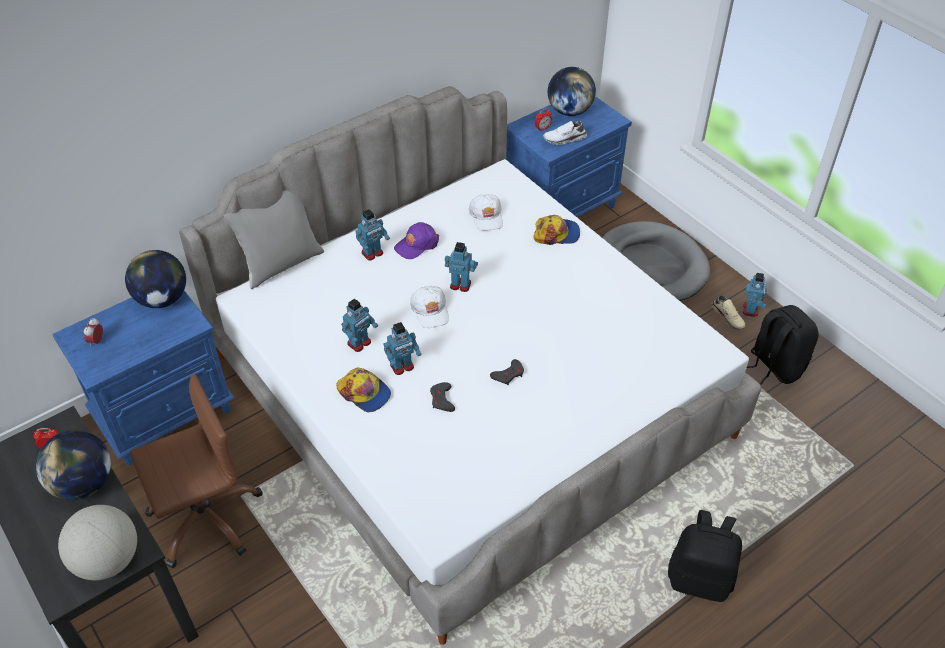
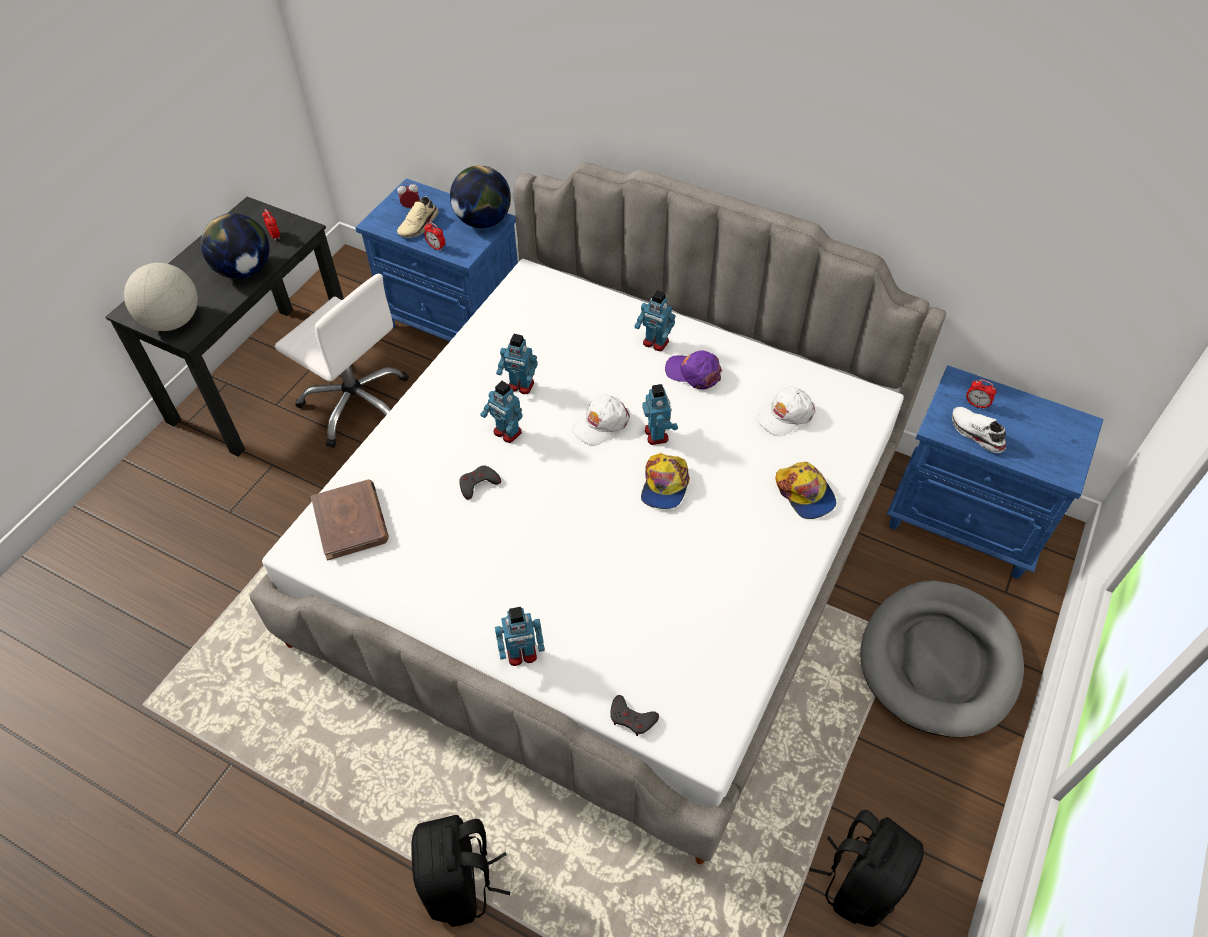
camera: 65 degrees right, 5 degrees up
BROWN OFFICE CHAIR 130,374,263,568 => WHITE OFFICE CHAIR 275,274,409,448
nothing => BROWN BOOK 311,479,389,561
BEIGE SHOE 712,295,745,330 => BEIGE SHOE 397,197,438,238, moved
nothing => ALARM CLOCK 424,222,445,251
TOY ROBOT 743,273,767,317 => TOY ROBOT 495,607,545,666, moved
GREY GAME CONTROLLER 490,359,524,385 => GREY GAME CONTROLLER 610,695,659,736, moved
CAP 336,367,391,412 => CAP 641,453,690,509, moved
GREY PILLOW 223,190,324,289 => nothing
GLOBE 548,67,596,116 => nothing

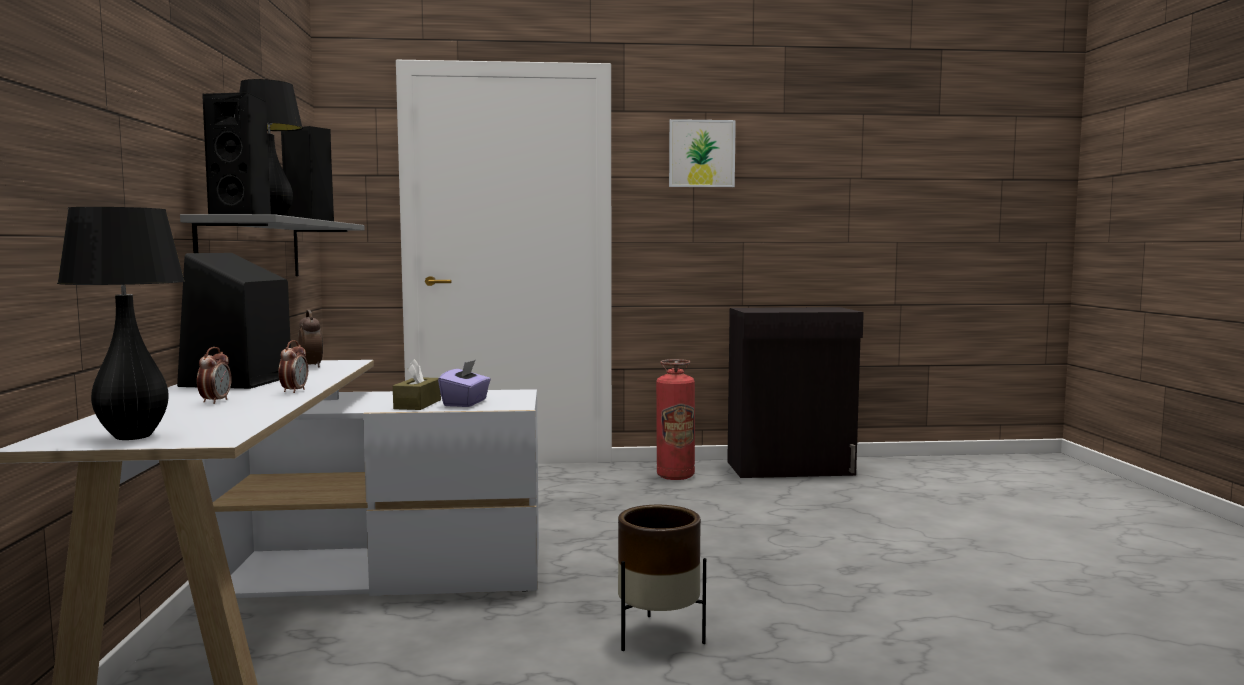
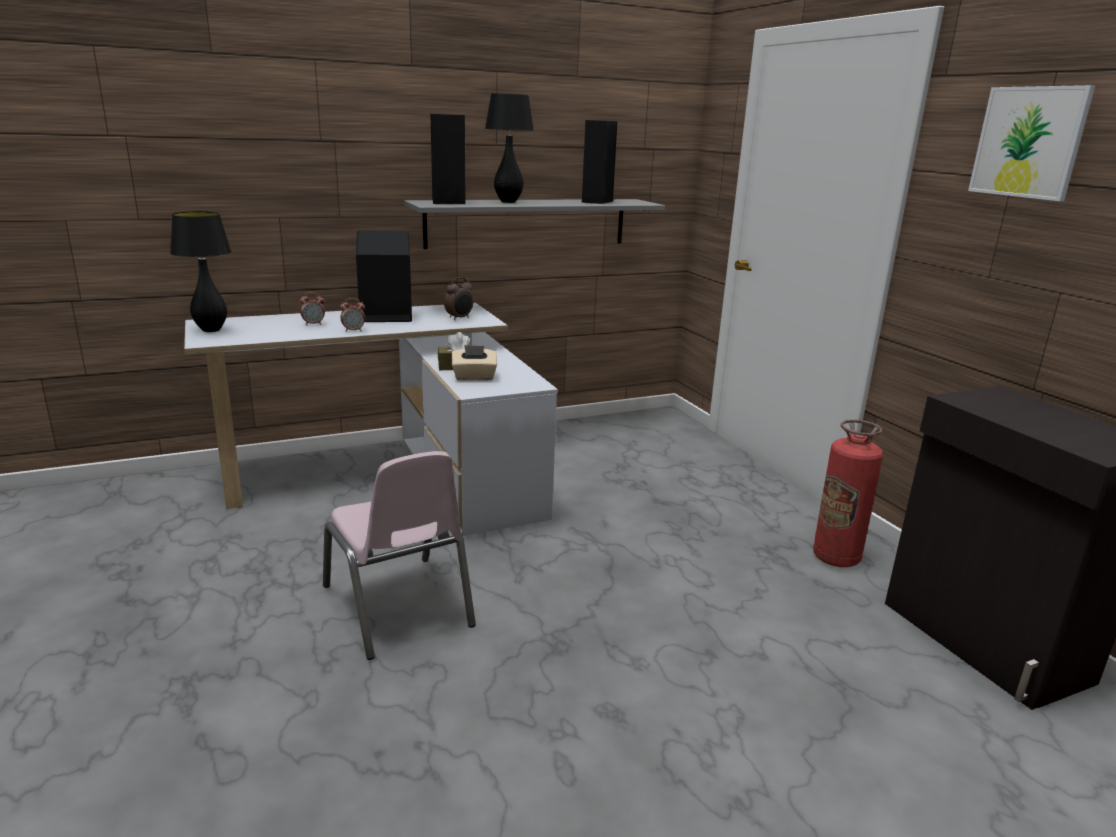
camera: 70 degrees right, 15 degrees up
BROWN PLANTER 618,505,706,651 => PINK CHAIR 323,451,476,660
PURPLE TISSUE BOX 438,360,491,407 => BEIGE TISSUE BOX 452,345,497,381

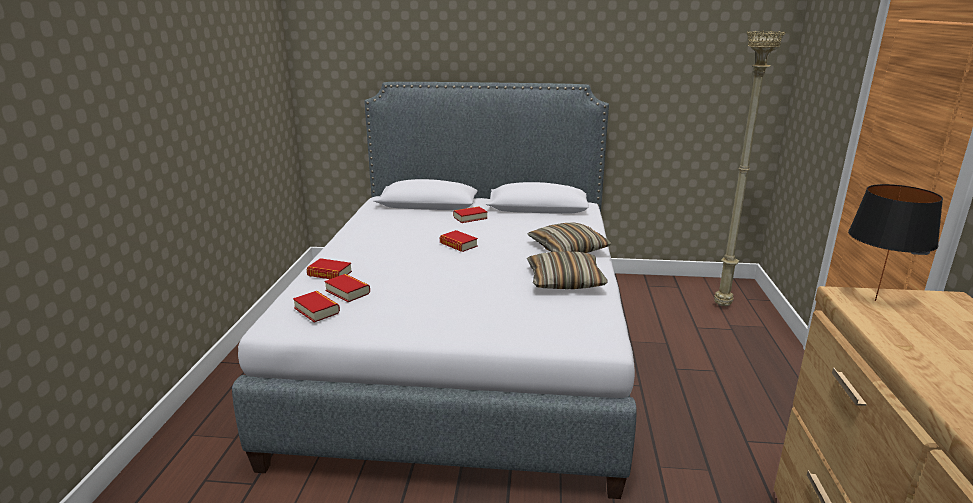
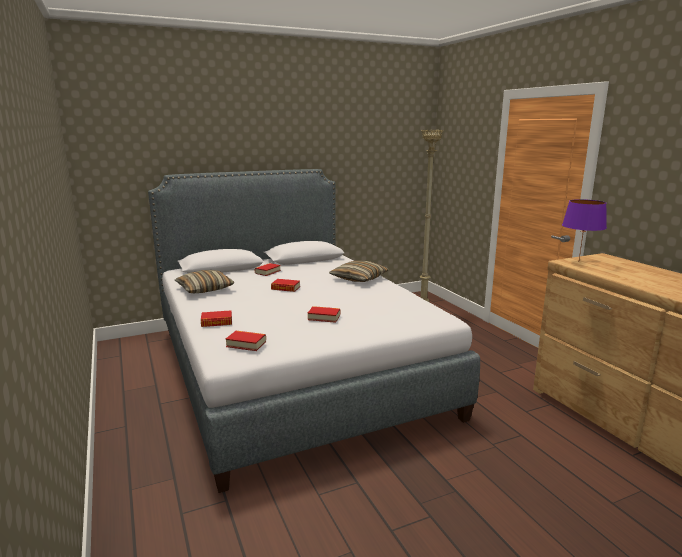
camera: 30 degrees left, 5 degrees down
PILLOW 527,251,608,289 => PILLOW 175,270,235,293, moved
BOOK 324,274,370,302 => BOOK 308,306,340,323, moved
BLACK TABLE LAMP 848,184,943,301 => PURPLE TABLE LAMP 562,199,607,260

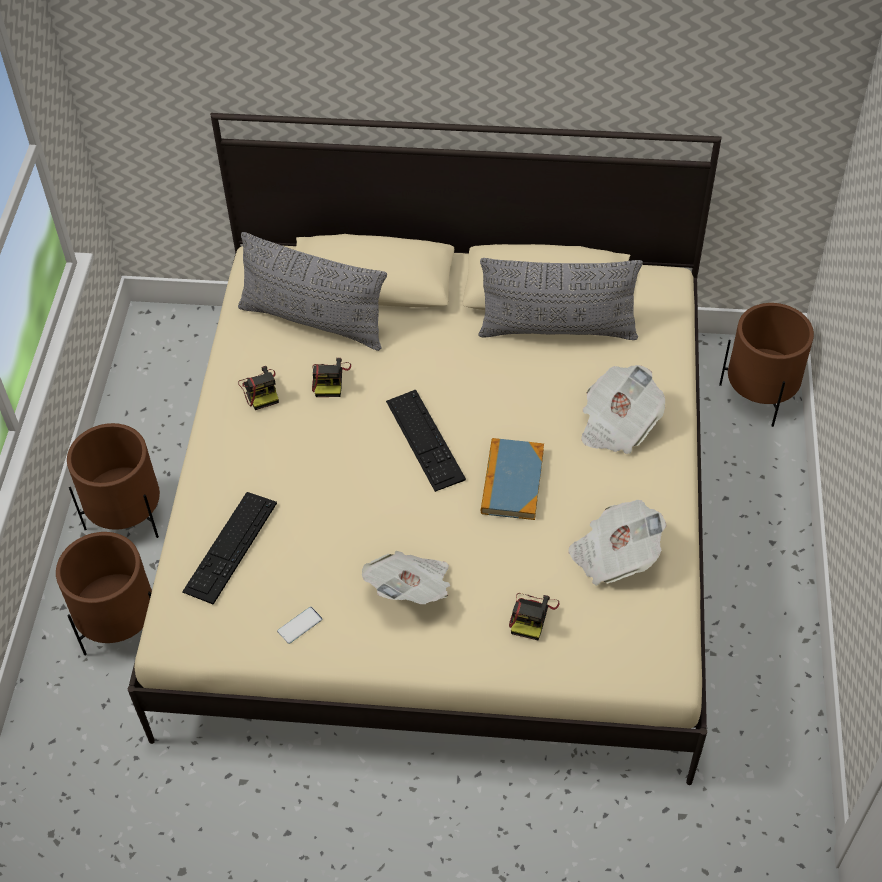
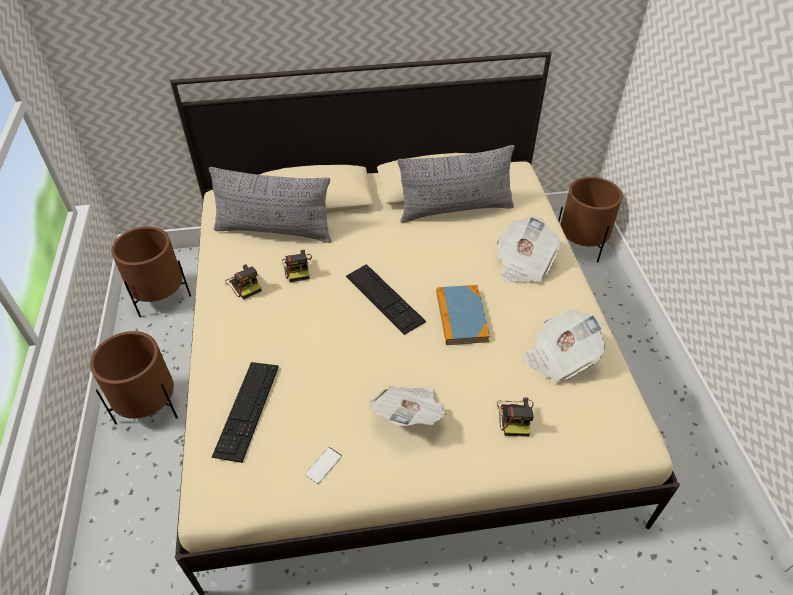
camera: 15 degrees left, 5 degrees down
BROWN PLANTER 56,532,152,656 => BROWN PLANTER 111,226,191,317, moved

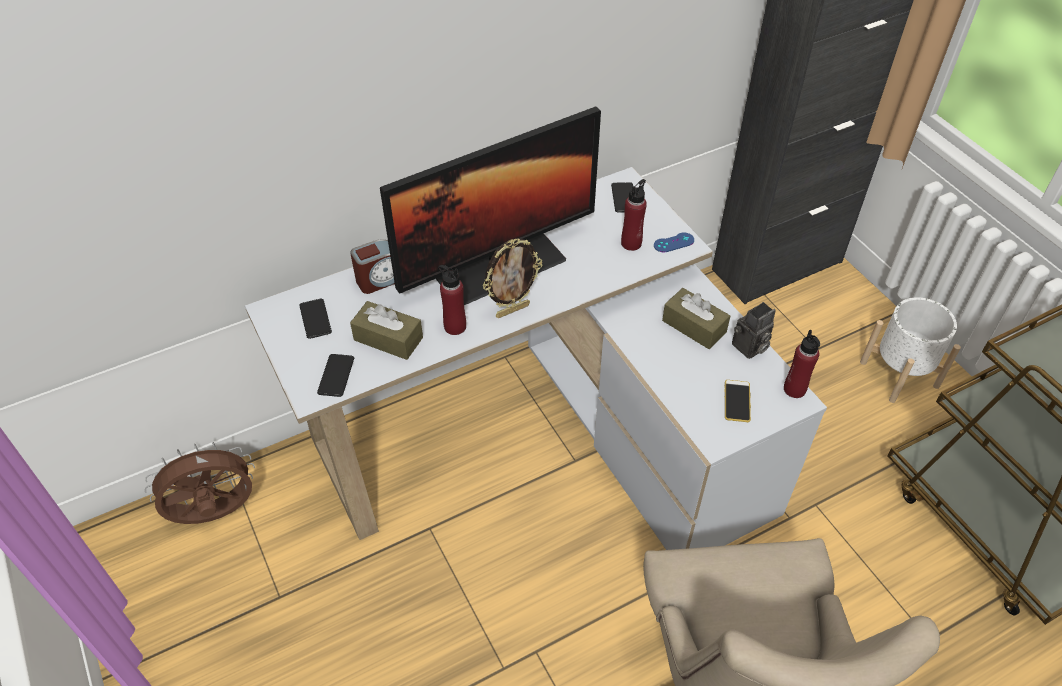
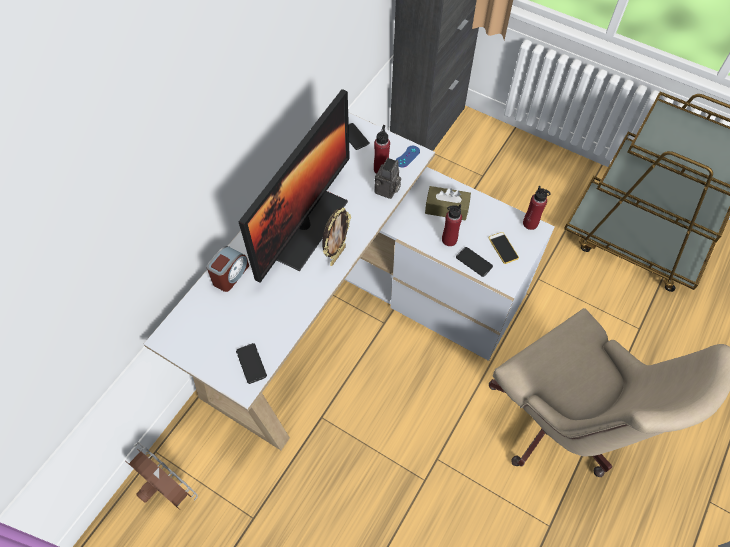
camera: 30 degrees left, 10 degrees up
BROWN FAN 145,442,255,524 => BROWN FAN 126,442,198,510, 90 degrees clockwise
PHOTO CAMERA 732,302,776,359 => PHOTO CAMERA 374,158,401,199, moved
RED BOTTLE 438,265,466,335 => RED BOTTLE 442,204,462,246, moved
PHONE 299,299,332,339 => PHONE 456,247,493,277, moved
BROWN TISSUE BOX 350,301,423,360 => nothing
WHITE PLANTER 860,297,961,403 => nothing

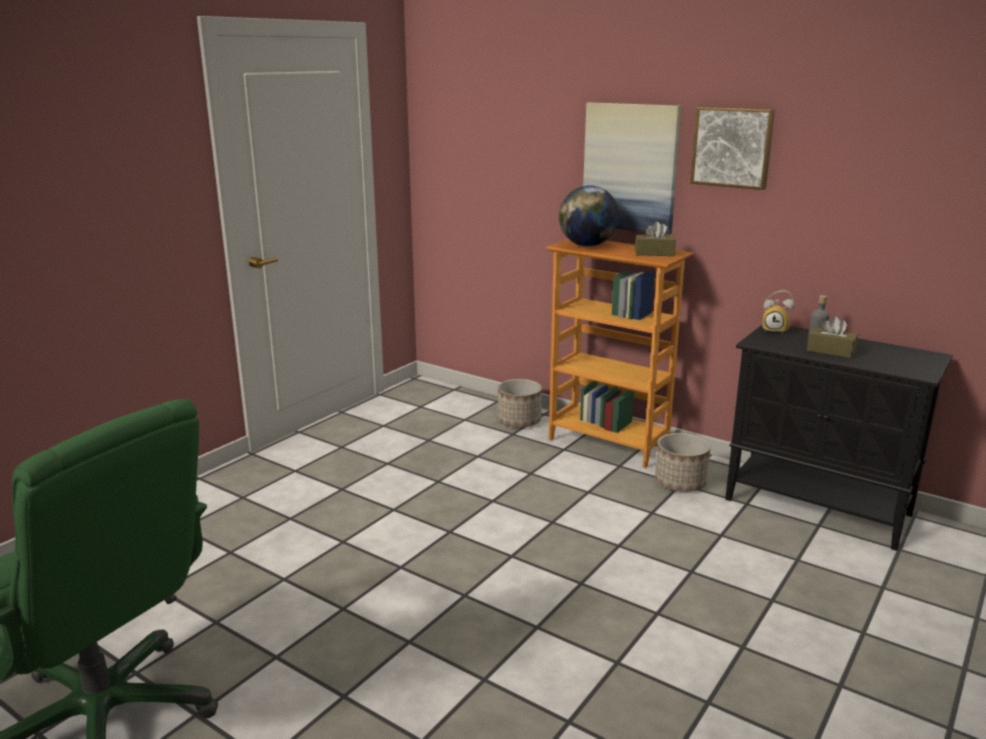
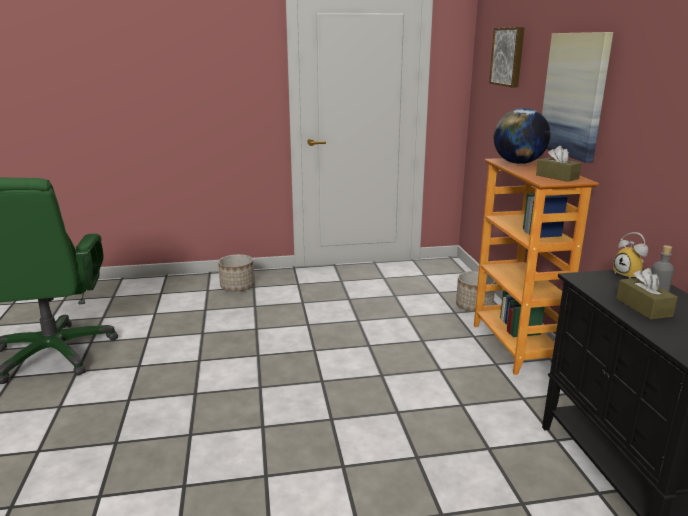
camera: 45 degrees right, 0 degrees up
PLANTER 655,433,711,492 => PLANTER 218,254,254,291, moved
PICTURE 690,106,775,190 => PICTURE 489,27,524,87, moved

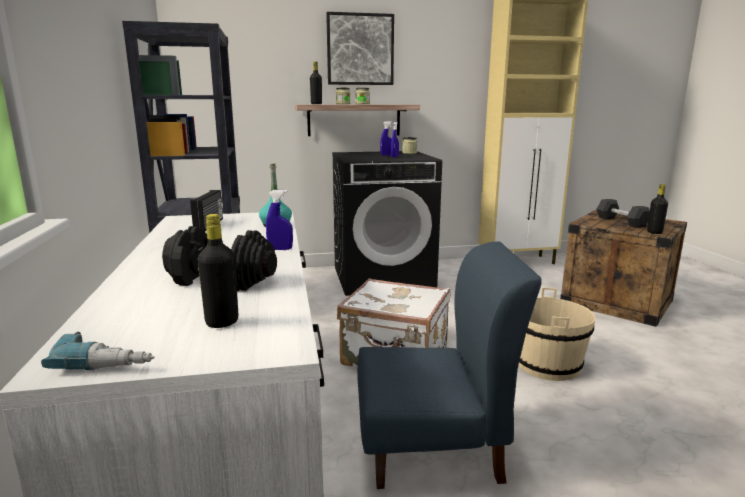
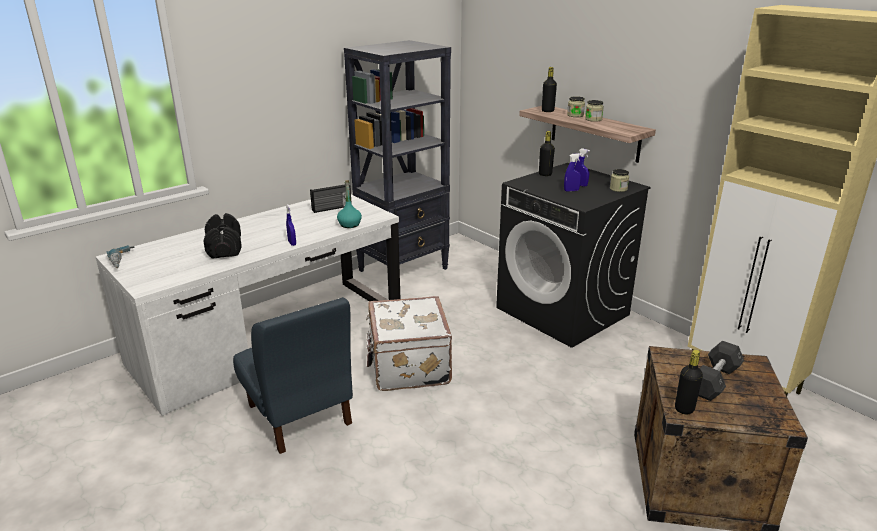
camera: 60 degrees right, 10 degrees up
BLACK BOTTLE 198,214,238,328 => BLACK BOTTLE 539,131,555,176, moved
PICTURE 326,12,394,85 => nothing
BEIGE BUCKET 518,288,596,381 => nothing

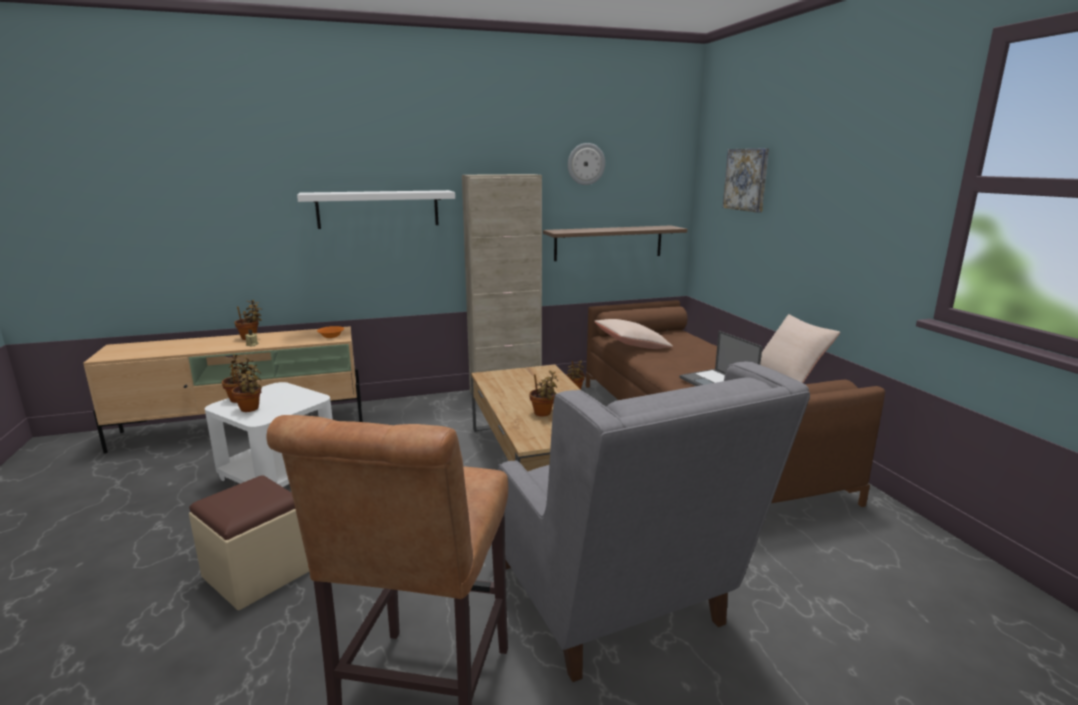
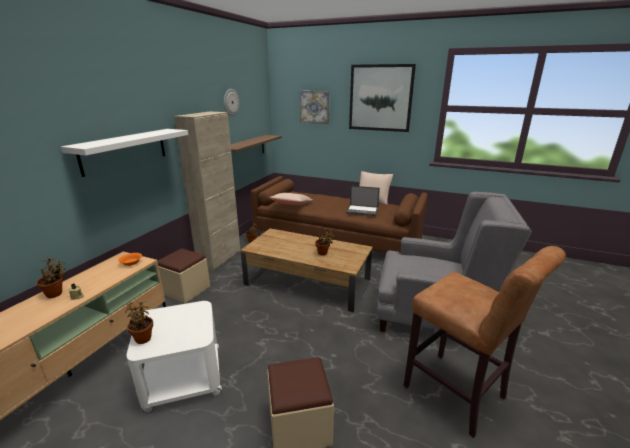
camera: 50 degrees left, 5 degrees up
nothing => BEIGE OTTOMAN 157,248,210,303
nothing => PICTURE 349,64,416,132
POTTED PLANT 231,364,262,412 => nothing

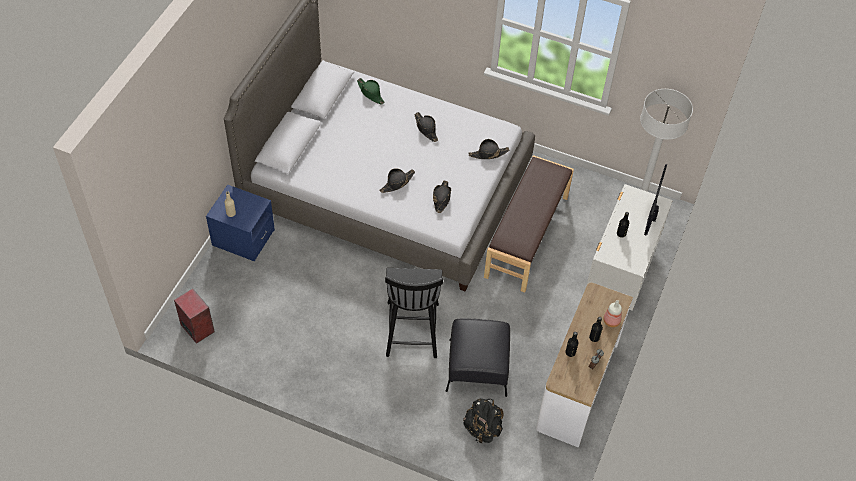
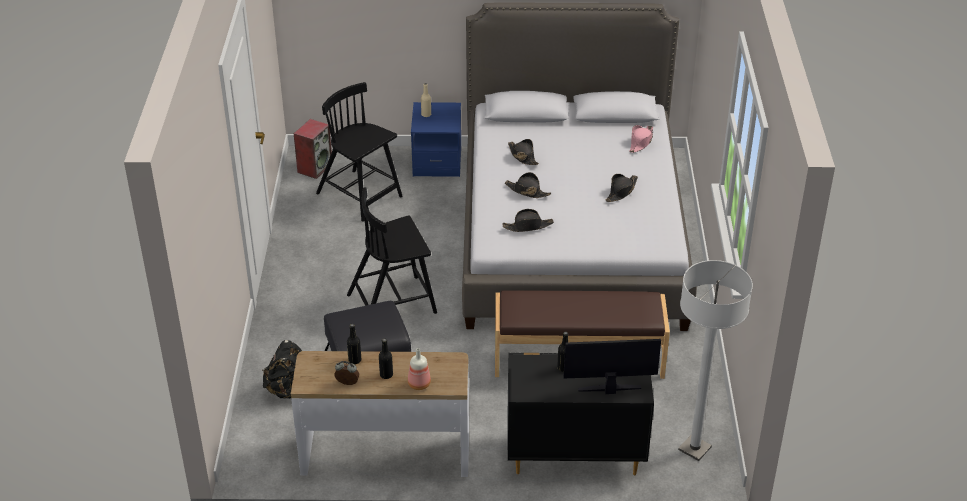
camera: 70 degrees right, 15 degrees down
nothing => BLACK CHAIR 316,82,402,222
BLACK HAT 468,139,509,159 => BLACK HAT 508,139,539,165, moved
WHITE DRESSER 586,184,673,310 => BLACK DRESSER 508,353,654,475
GREEN HAT 357,78,384,105 => PINK HAT 630,125,653,153

